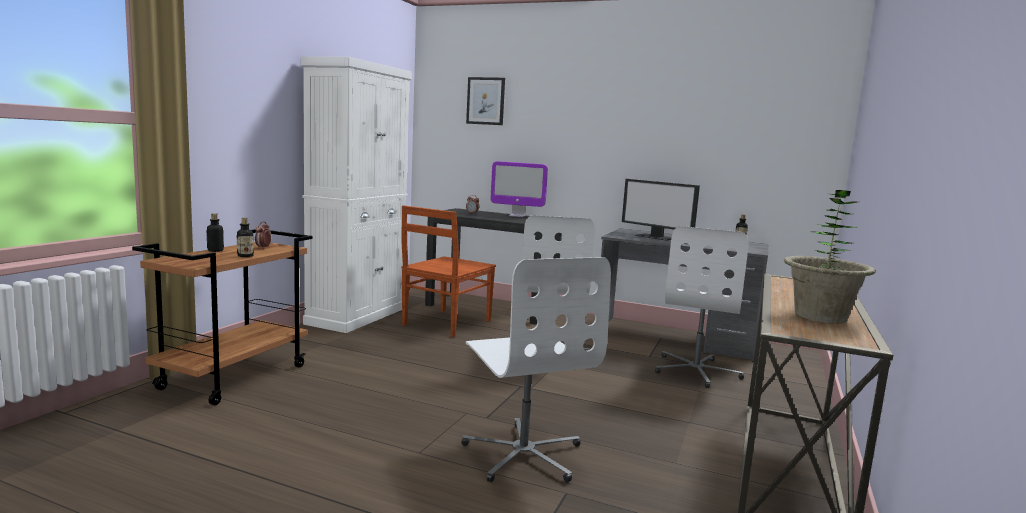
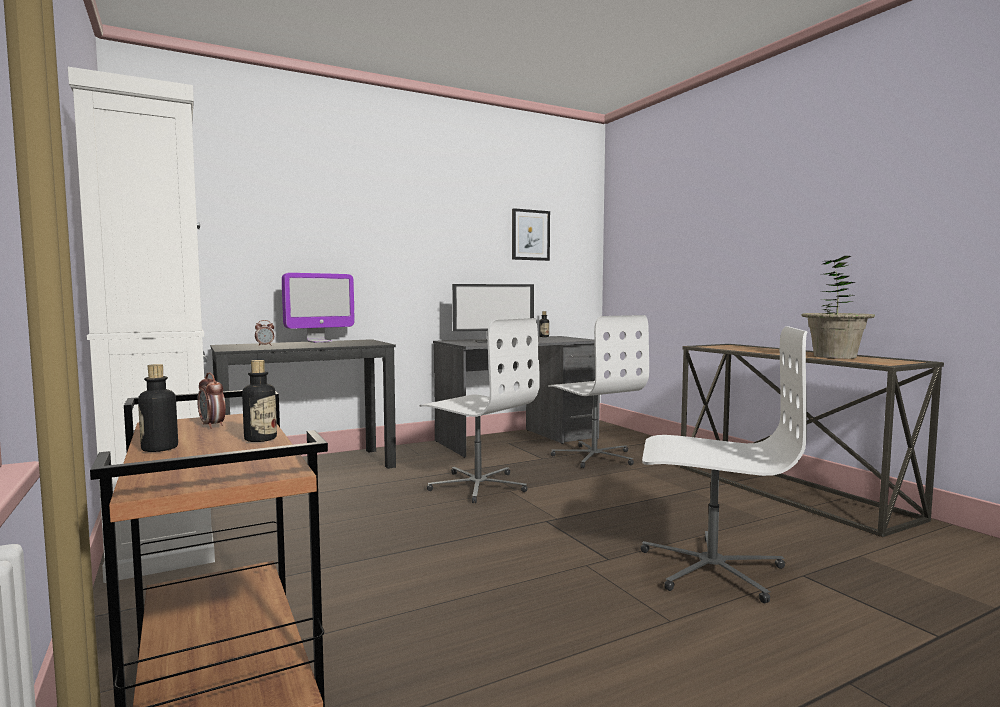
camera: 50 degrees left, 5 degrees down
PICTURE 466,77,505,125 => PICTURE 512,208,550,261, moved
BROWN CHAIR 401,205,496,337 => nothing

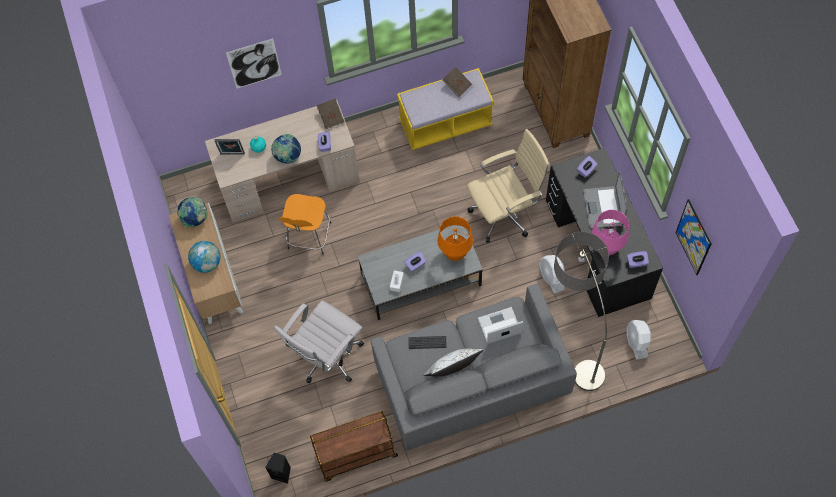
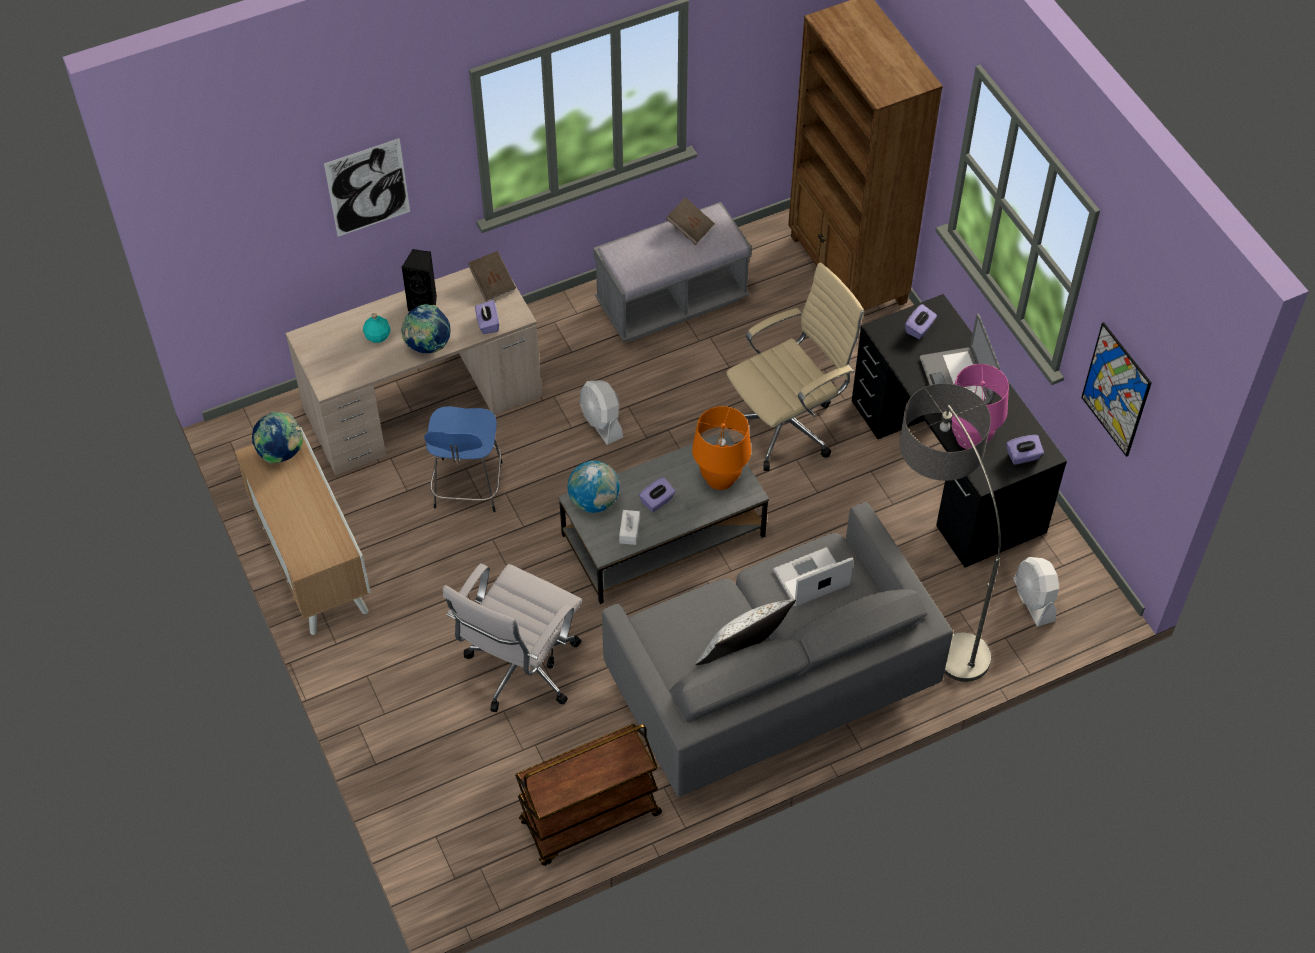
camera: 10 degrees left, 10 degrees down
BLACK SPEAKER 265,453,291,484 => BLACK SPEAKER 401,249,437,311, moved
ORANGE STOOL 279,194,331,255 => BLUE STOOL 424,406,503,512
GLOBE 188,241,220,273 => GLOBE 568,461,620,513, moved
WHITE FAN 539,255,565,294 => WHITE FAN 580,380,623,445, moved
YELLOW BENCH 397,68,494,150 => GREY BENCH 593,202,752,342
PICTURE FRAME 215,139,245,155 => nothing
KEYBOARD 408,336,447,349 => nothing

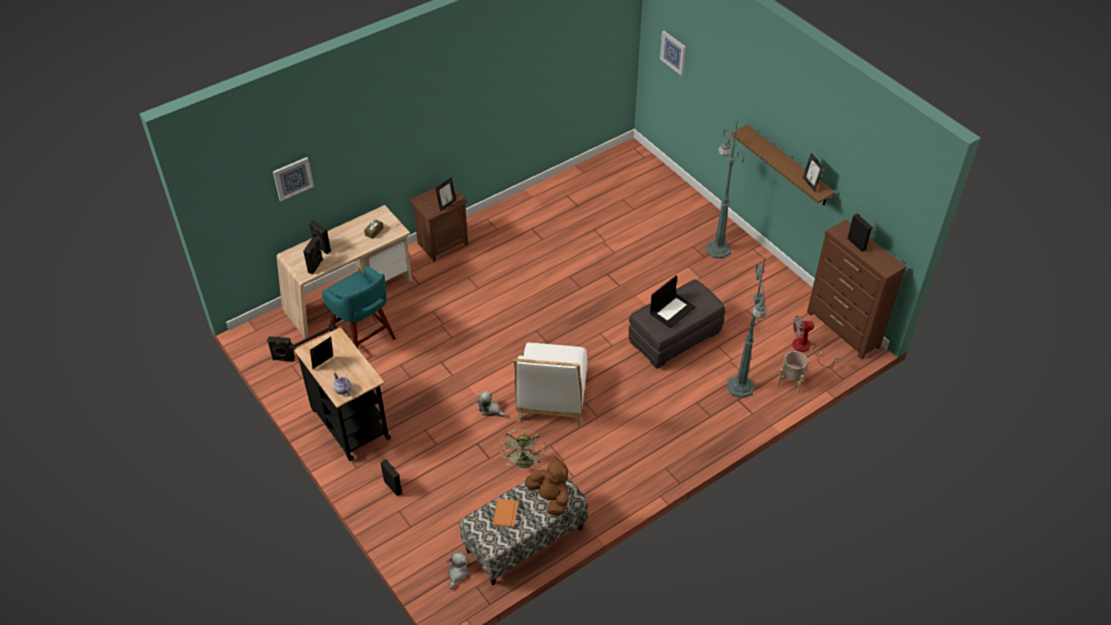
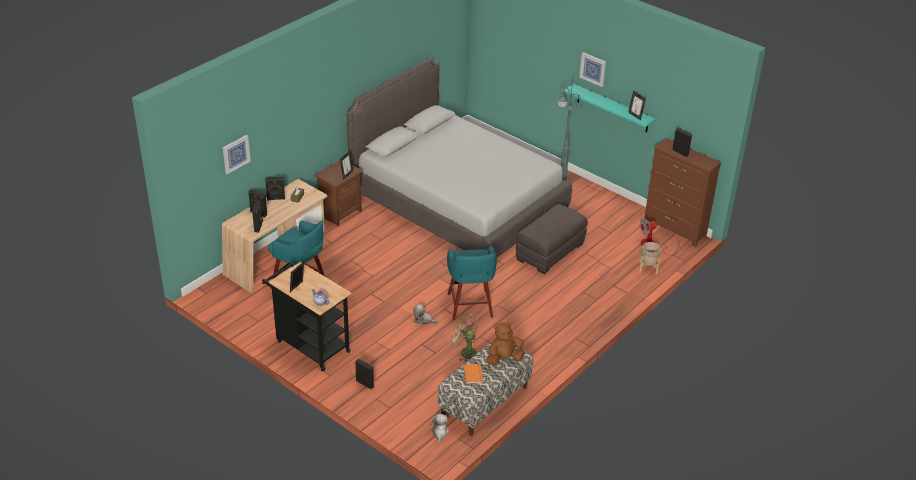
camera: 15 degrees left, 10 degrees down
BLACK SPEAKER 267,336,295,362 => BLACK SPEAKER 265,177,285,201, moved
nothing => GREY BED 347,58,572,257
WHITE CHAIR 513,343,588,427 => TURQUOISE STOOL 447,246,497,320
GREEN FAN 500,430,546,468 => GREEN FAN 449,314,477,363, 135 degrees clockwise
BROWN PLUSH TOY 525,456,569,516 => BROWN PLUSH TOY 486,322,525,365, 60 degrees counterclockwise
BROWN SHELF 731,125,836,206 => TURQUOISE SHELF 563,84,655,132
PICTURE 660,31,686,75 => PICTURE 579,52,606,87, moved
LAPTOP 650,275,695,328 => nothing
GREEN FLOOR LAMP 727,259,767,398 => nothing

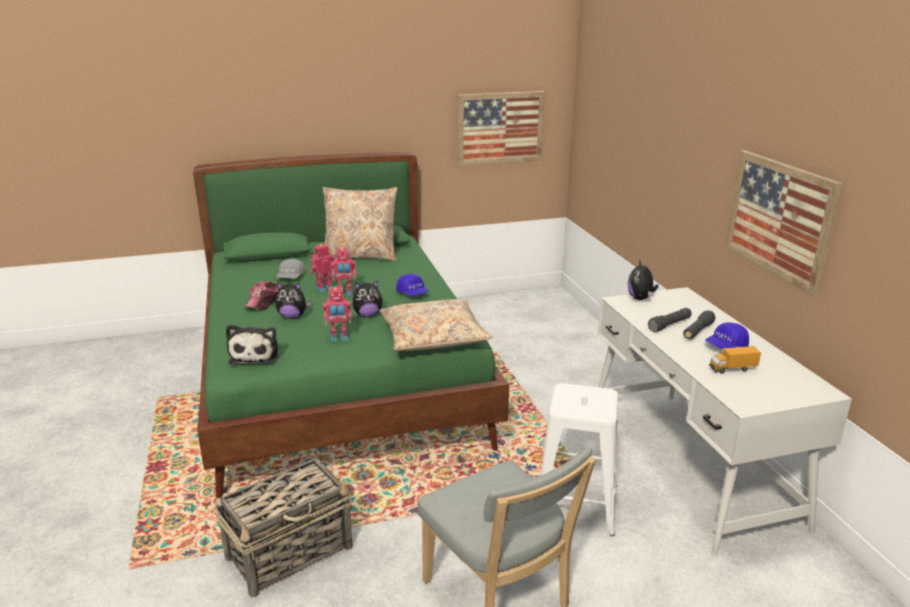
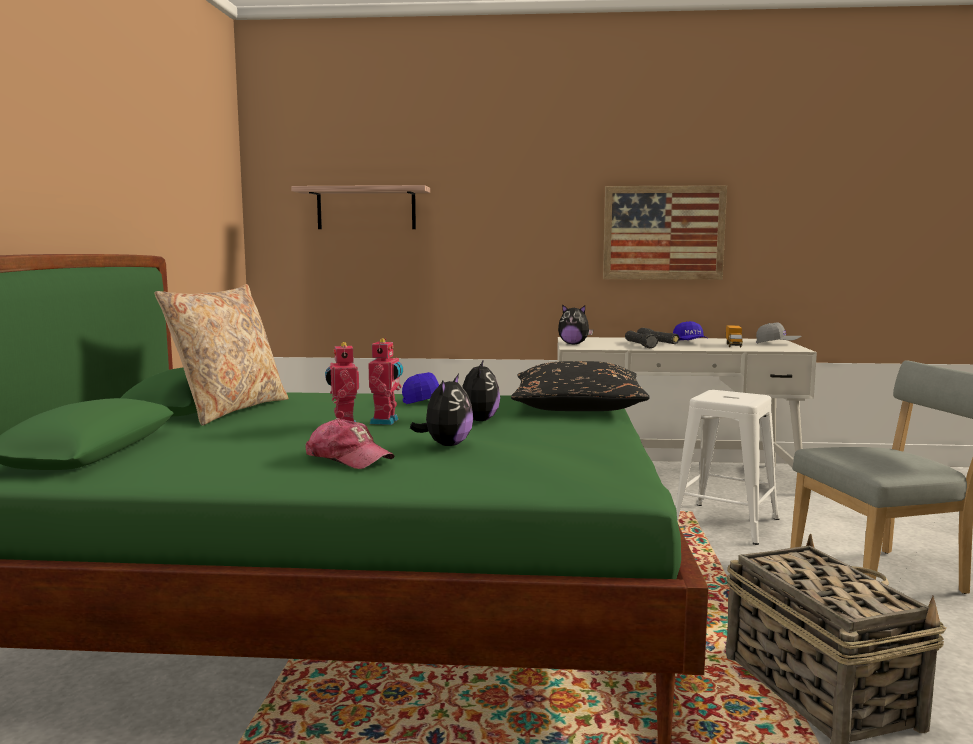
camera: 70 degrees left, 15 degrees down
nothing => SHELF 291,185,430,229
BEIGE PILLOW 379,299,492,351 => BLACK PILLOW 511,361,650,411
GREY CAP 276,259,305,279 => GREY CAP 756,322,801,344, moved
PLUSH TOY 226,324,278,365 => nothing
TOY ROBOT 323,287,352,342 => nothing
PICTURE 457,91,545,166 => nothing

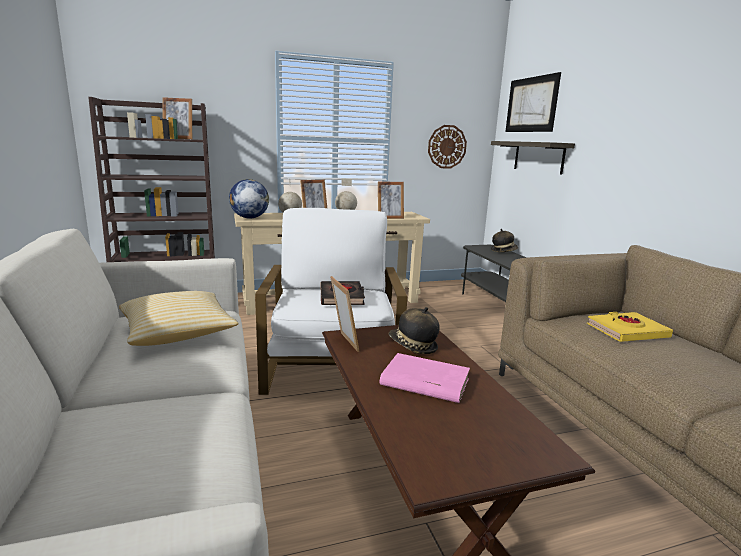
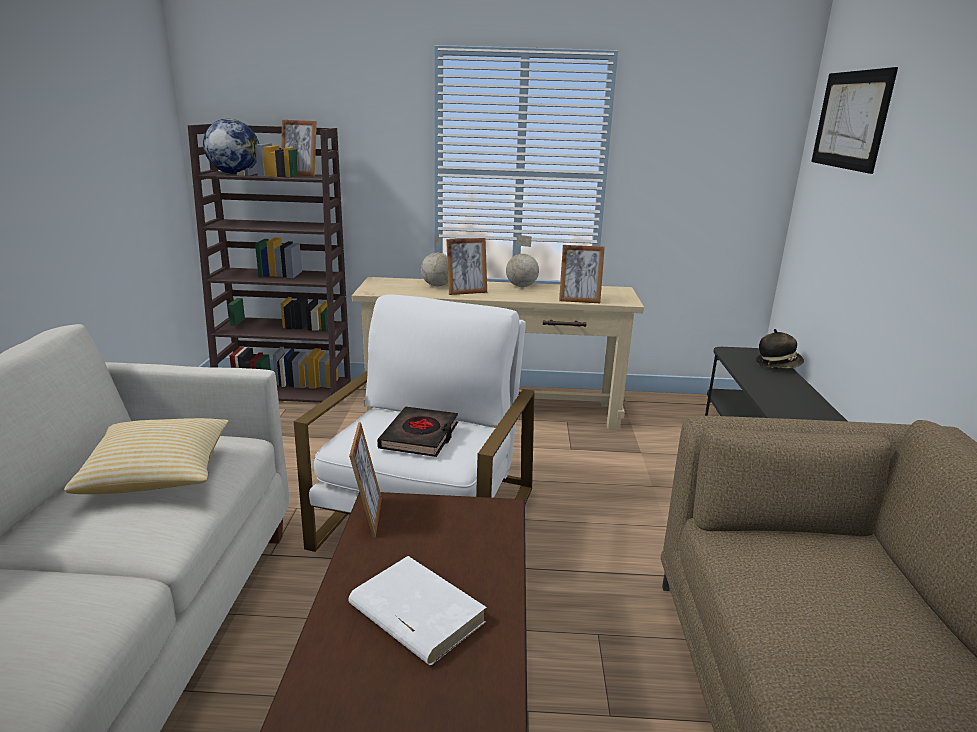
camera: 20 degrees right, 5 degrees up
GLOBE 229,179,269,219 => GLOBE 203,119,259,174, moved
PINK BOOK 380,353,470,403 => WHITE BOOK 348,556,487,665
HAT 388,307,440,354 => nothing
WALL CLOCK 428,125,467,169 => nothing
SHELF 491,141,575,175 => nothing
YELLOW BOOK 587,312,673,342 => nothing

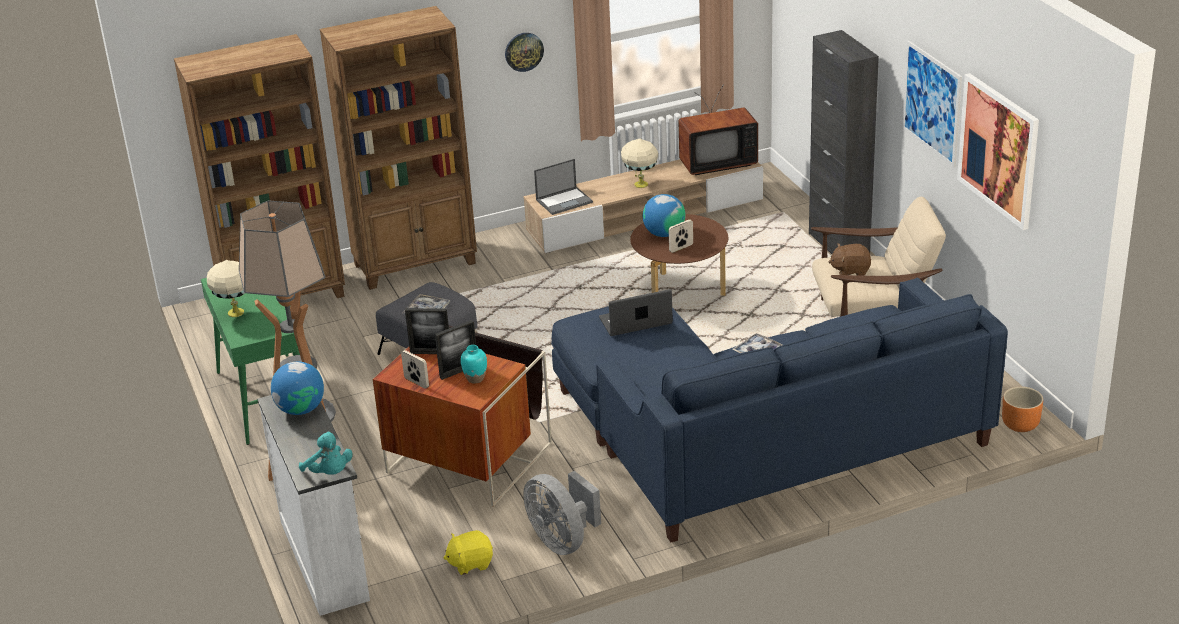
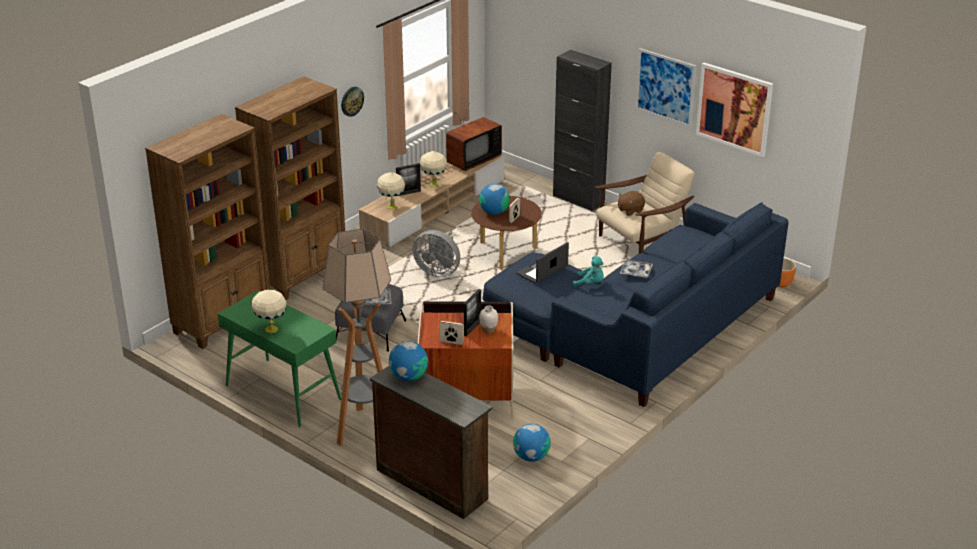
camera: 30 degrees left, 0 degrees up
WHITE DRESSER 257,395,370,616 => BROWN DRESSER 370,366,493,519
LAPTOP 534,159,593,215 => BEIGE TABLE LAMP 377,172,405,209
PICTURE FRAME 405,308,449,354 => PICTURE FRAME 396,163,421,196, moved
GREY FAN 523,471,601,555 => GREY FAN 412,230,460,277, moved
TURQUOISE VASE 461,345,487,384 => WHITE VASE 479,305,498,333
YELLOW PLUSH TOY 444,530,493,575 => GLOBE 513,424,551,462
TURQUOISE PLUSH TOY 299,432,353,475 => TURQUOISE PLUSH TOY 573,256,604,287, moved

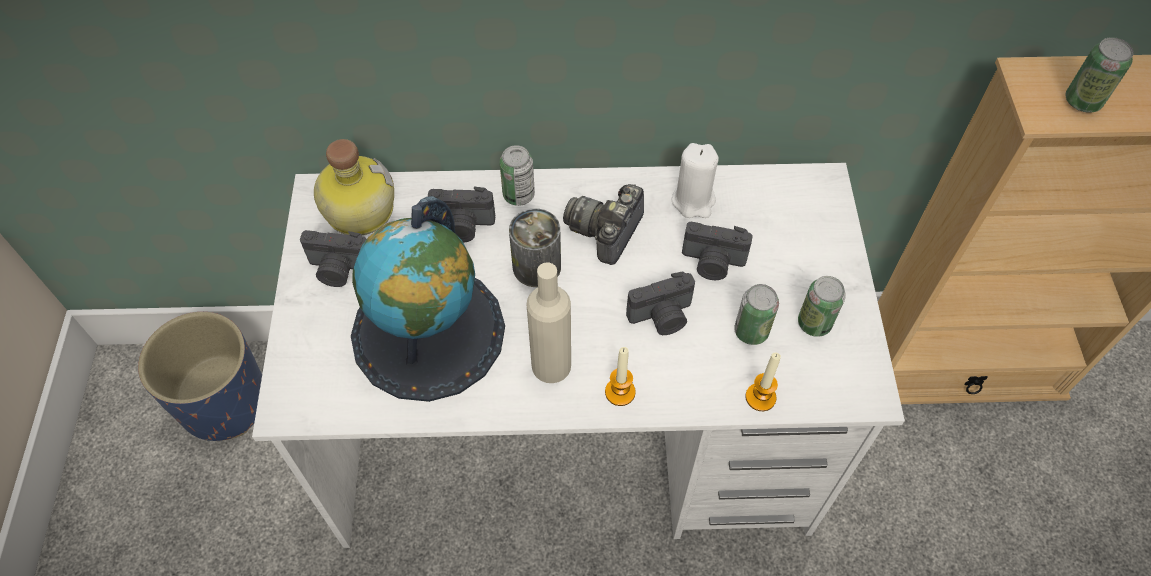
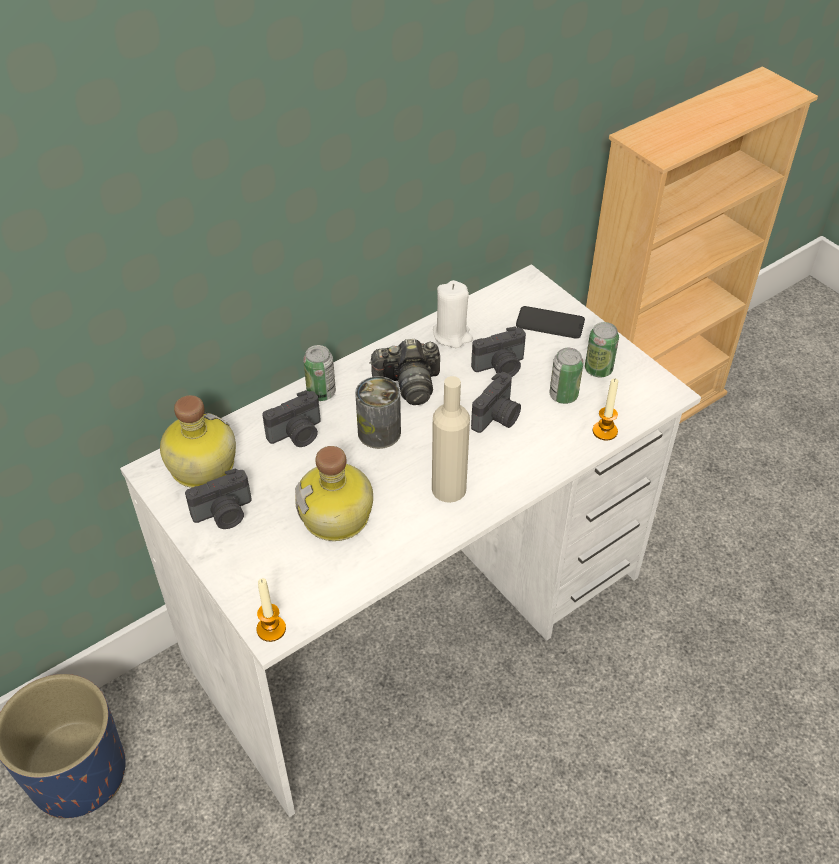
camera: 35 degrees left, 10 degrees down
CANDLE 605,347,636,406 => CANDLE 256,578,286,642, moved
GLOBE 351,196,505,402 => BOTTLE 295,446,373,541
PHOTO CAMERA 563,184,644,265 => PHOTO CAMERA 369,338,440,405, 90 degrees counterclockwise
nothing => PHONE 516,306,585,339
CAN 1065,37,1134,113 => nothing

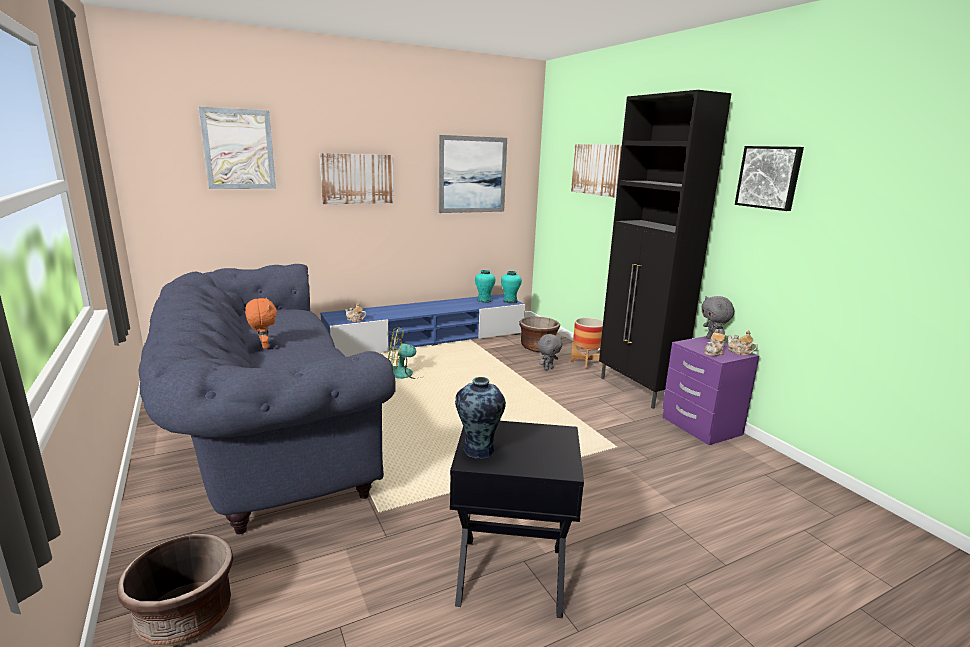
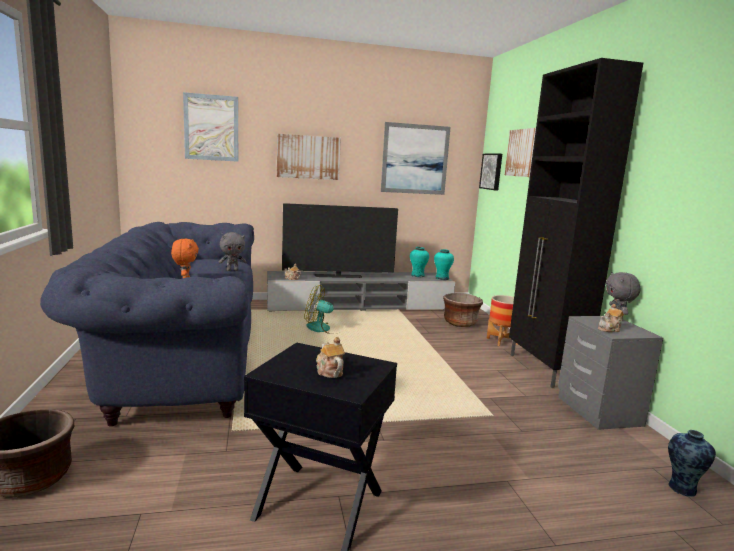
camera: 15 degrees right, 5 degrees down
GREY PLUSH TOY 538,334,563,370 => GREY PLUSH TOY 219,232,246,271, moved
BLUE TV STAND 320,294,525,356 => GREY TV STAND 267,271,455,311
nothing => TELEVISION 282,203,398,278
TEAPOT 728,330,758,356 => TEAPOT 316,337,345,378, moved
PICTURE 735,146,804,211 => PICTURE 479,153,502,191, moved
PURPLE NIGHTSTAND 662,336,759,445 => GREY NIGHTSTAND 558,316,663,430
VASE 455,377,506,459 => VASE 668,430,716,497, moved

